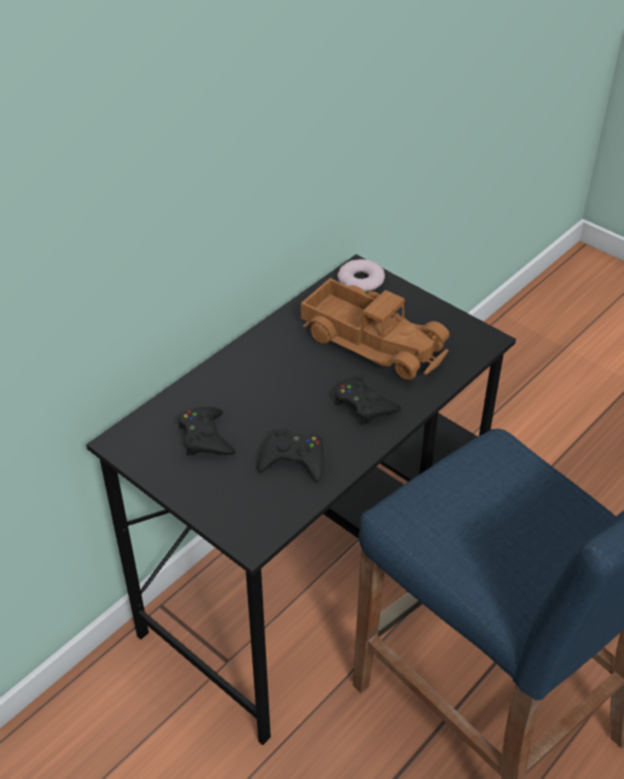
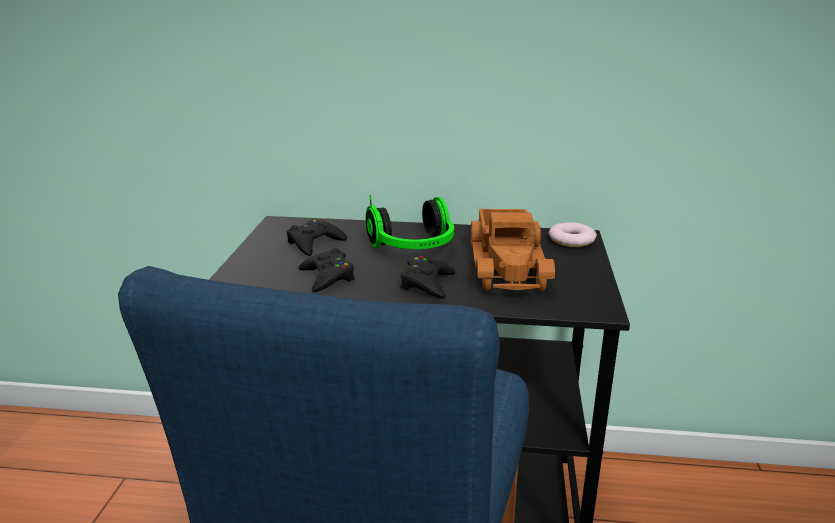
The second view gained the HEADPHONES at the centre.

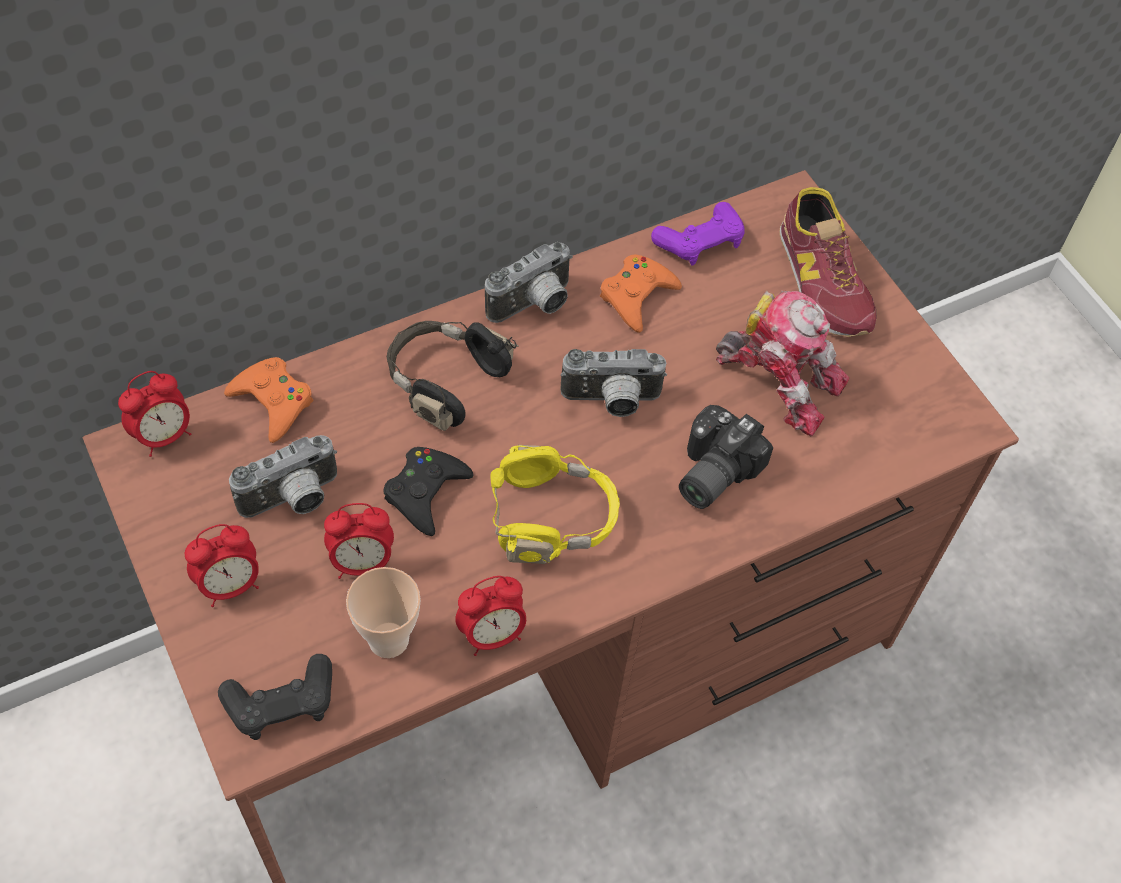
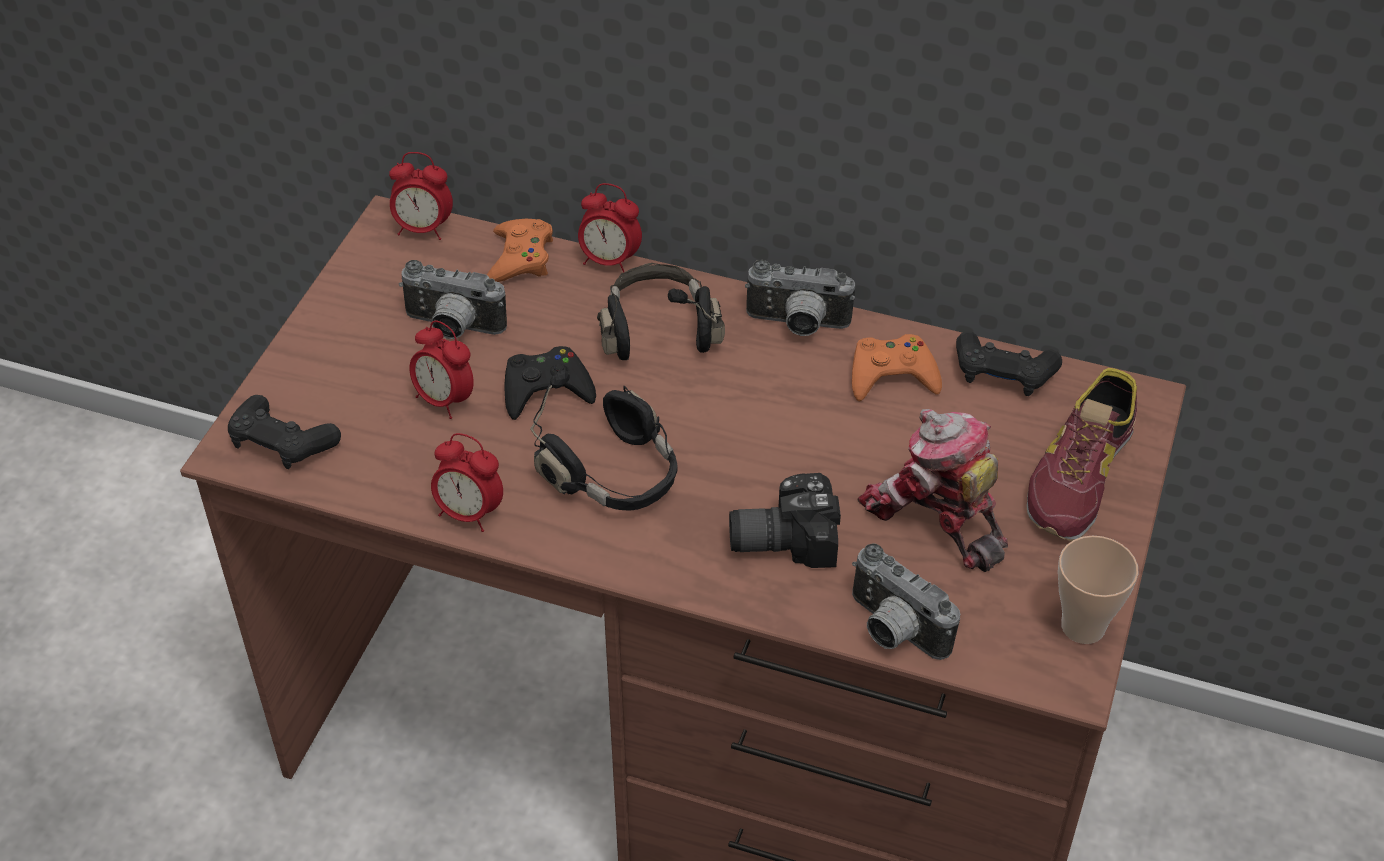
What was the YELLOW HEADPHONES at the centre turned into the BLACK HEADPHONES (no. 1 from left) at the centre.
The ALARM CLOCK (no. 2 from left in the first image) ended up elsewhere, having gone from the middle left to the top centre.
The PHOTO CAMERA (no. 3 from left in the first image) ended up elsewhere, having gone from the centre to the bottom centre.
The TOY ROBOT at the middle right ended up facing another way, 150 degrees clockwise from before.
What was the PURPLE GAME CONTROLLER at the top centre turned into the BLACK GAME CONTROLLER (no. 3 from left) at the middle right.
The CUP ended up elsewhere, having gone from the bottom centre to the bottom right.

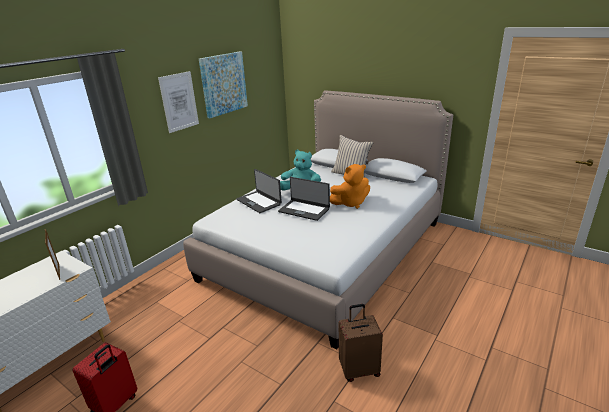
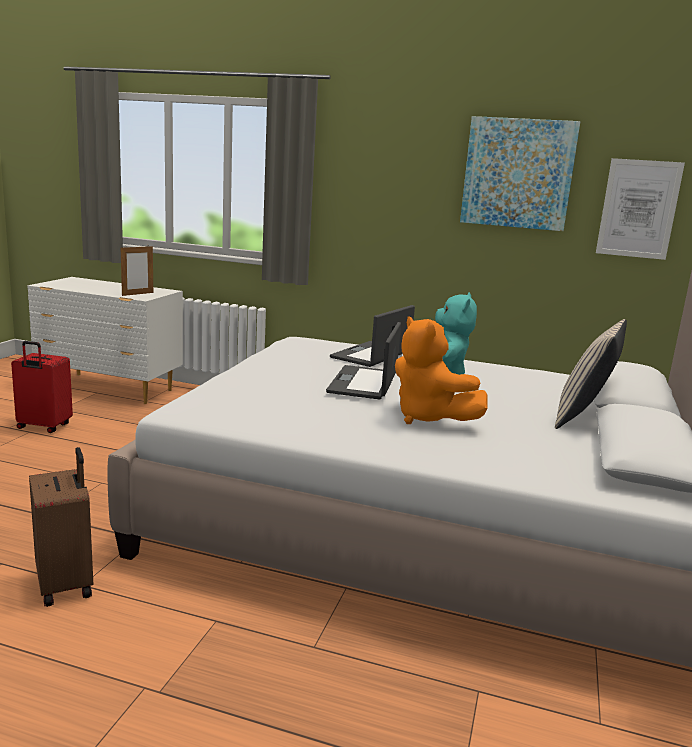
The PICTURE (no. 1 from left in the first image) ended up elsewhere, having gone from the top left to the top right.

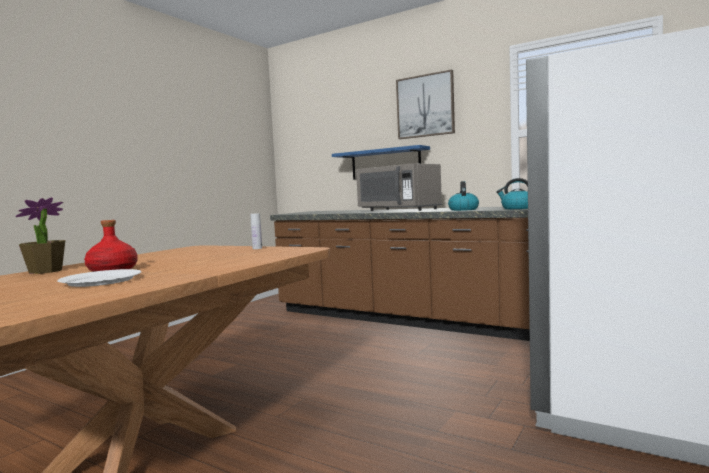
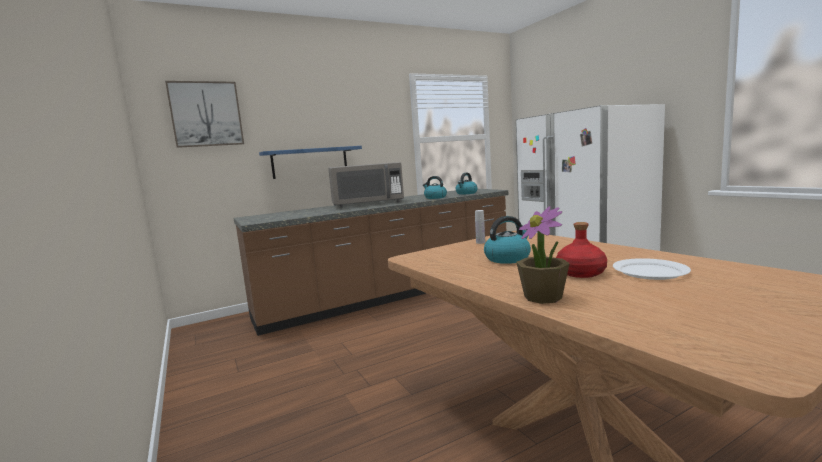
The PICTURE ended up elsewhere, having gone from the top centre to the top left.
The second view gained the KETTLE (no. 3 from left) at the centre.

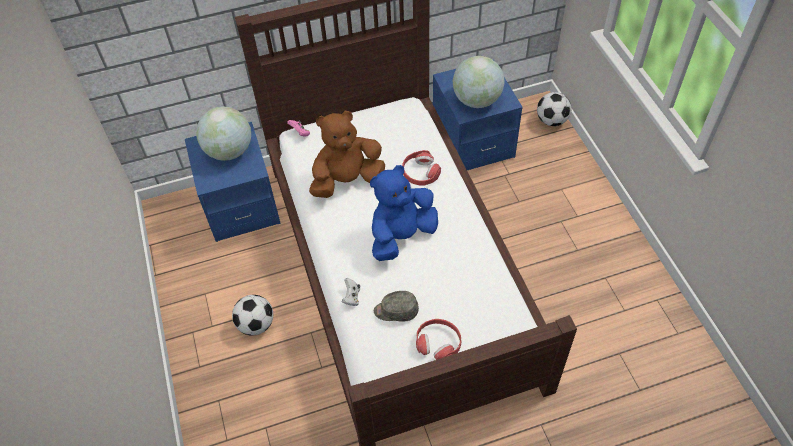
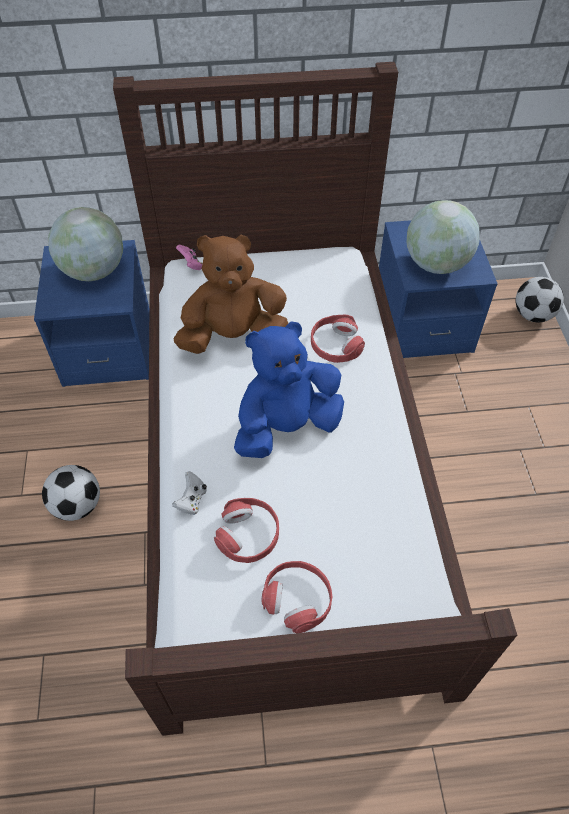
Where the GREY CAP stood at the bottom centre, the RED HEADPHONES (no. 1 from left) came to stand at the centre.

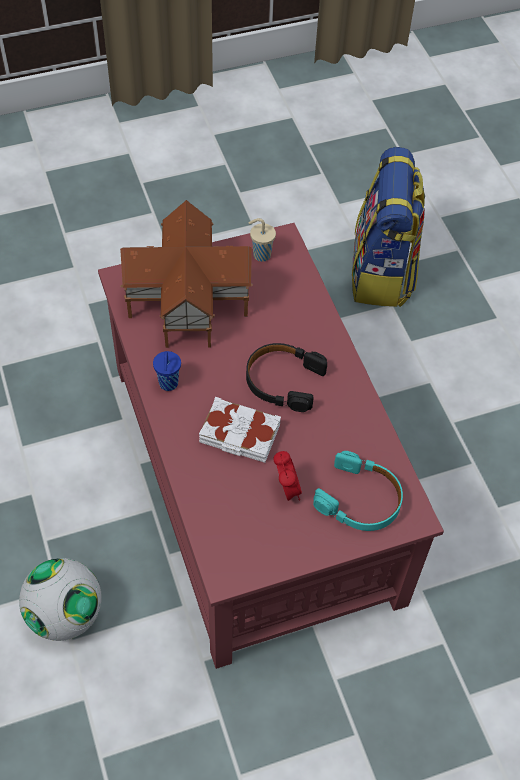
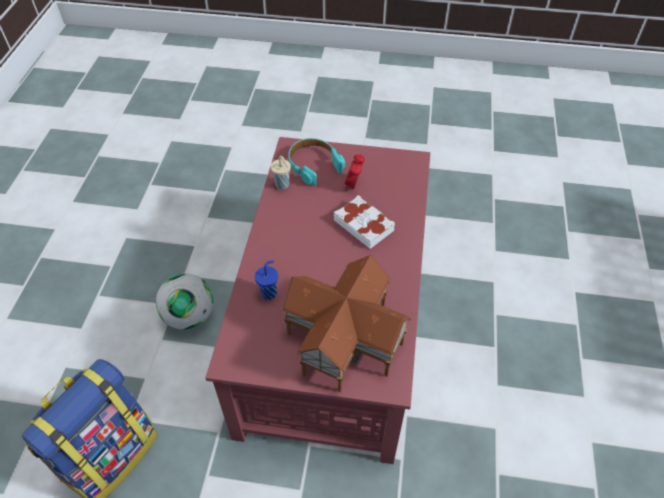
The FOOTBALL ended up elsewhere, having gone from the bottom left to the middle left.
The BLUE CUP ended up elsewhere, having gone from the middle left to the centre.
The BEIGE CUP ended up elsewhere, having gone from the top centre to the centre.
The second view lost the BLACK HEADPHONES at the centre.

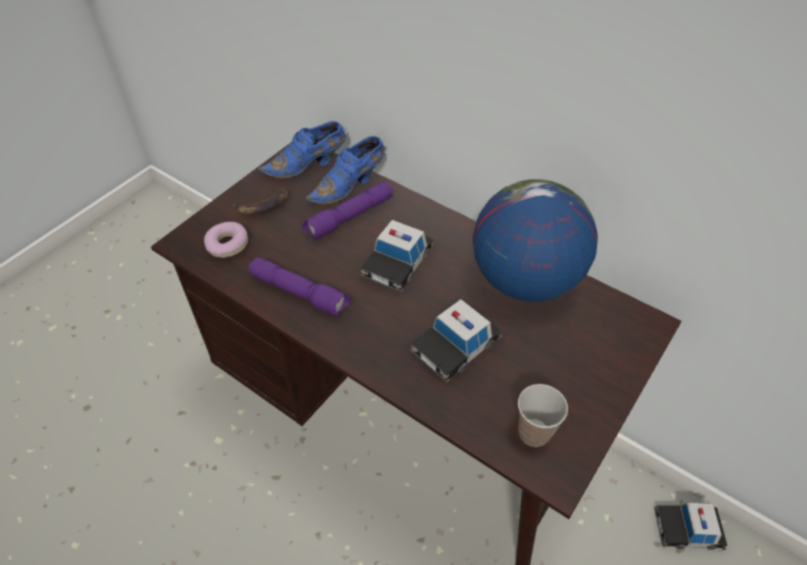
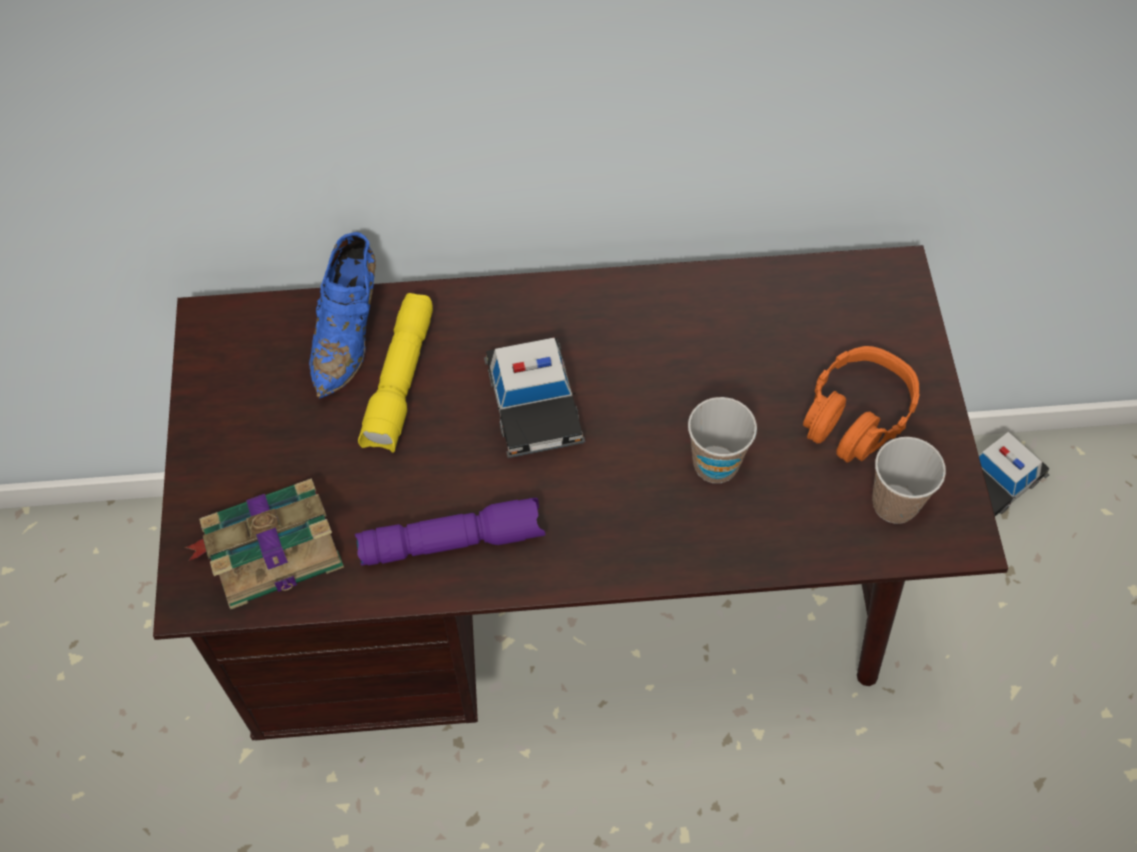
Where the DONUT stood at the middle left, the BOOK came to stand at the middle left.
What was the PURPLE FLASHLIGHT (no. 2 from left) at the centre turned into the YELLOW FLASHLIGHT at the centre.
Where the TOY CAR (no. 2 from left) stood at the centre, the CUP (no. 1 from left) came to stand at the centre.
The second view gained the ORANGE HEADPHONES at the middle right.
The second view lost the BANANA at the middle left.
The second view lost the BLUE SHOE (no. 1 from left) at the top centre.
The second view lost the GLOBE at the centre.

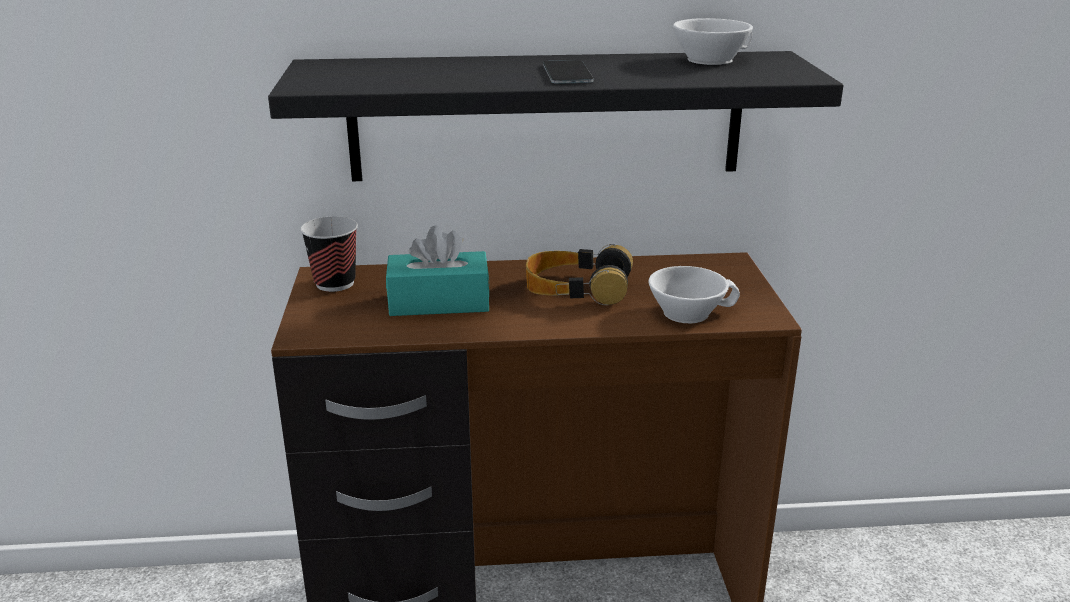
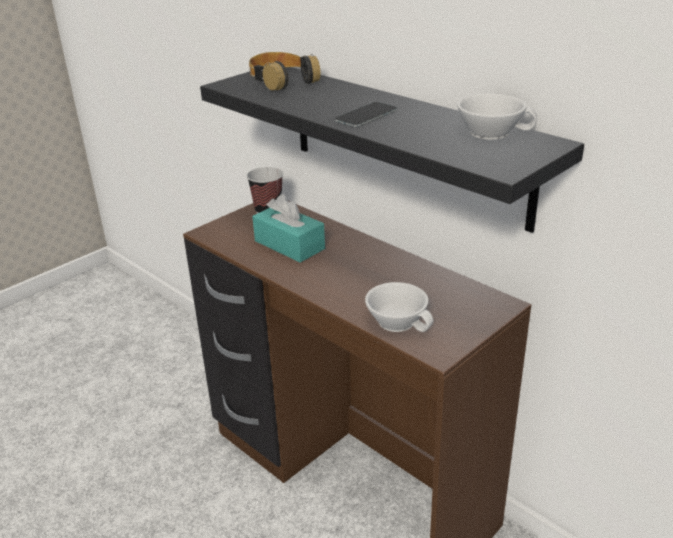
The HEADPHONES ended up elsewhere, having gone from the centre to the top centre.

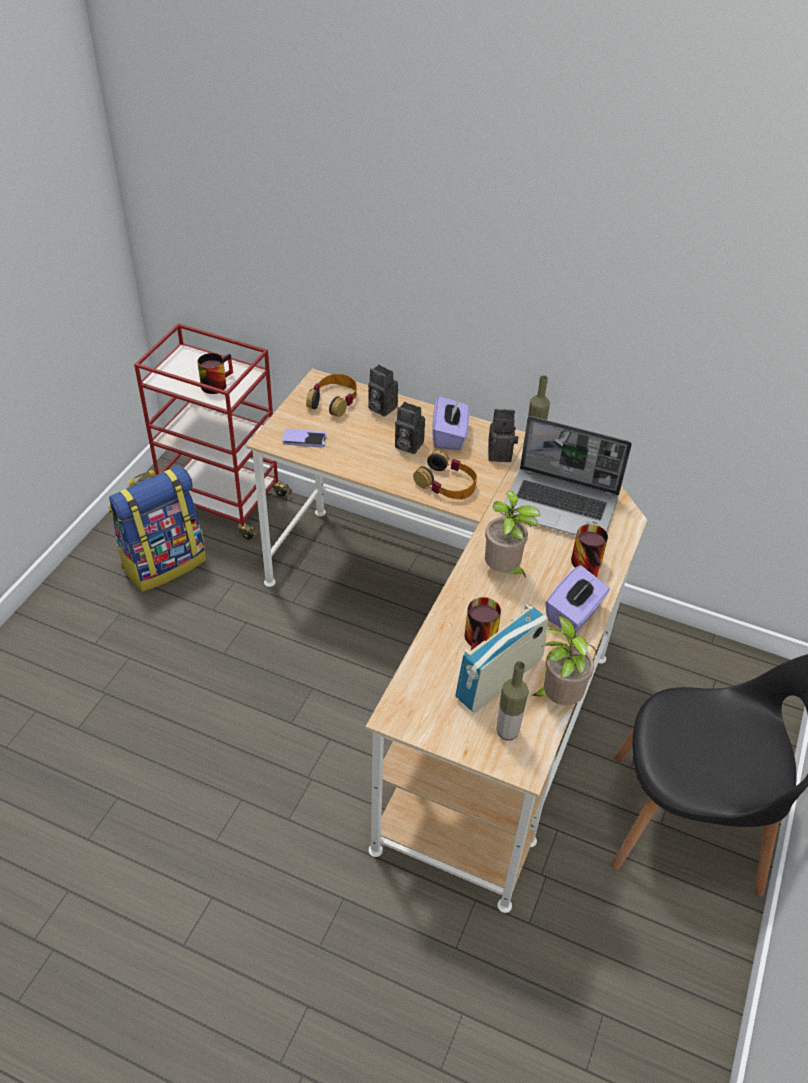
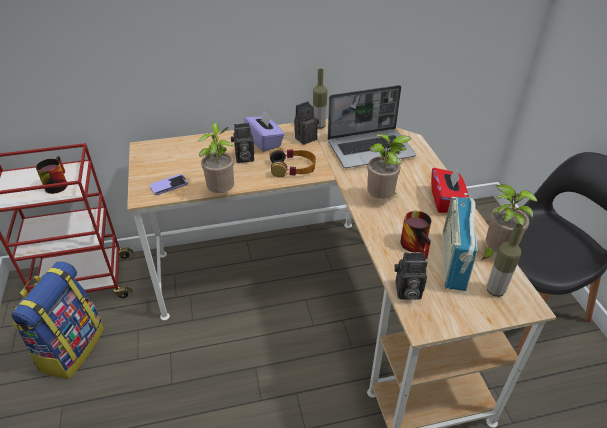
The second view gained the POTTED PLANT (no. 1 from left) at the centre.
The PHOTO CAMERA (no. 1 from left in the first image) ended up elsewhere, having gone from the centre to the middle right.
What was the PURPLE TISSUE BOX (no. 2 from left) at the middle right turned into the RED TISSUE BOX at the middle right.
The second view lost the HEADPHONES (no. 1 from left) at the centre.
The second view lost the MUG (no. 3 from left) at the middle right.

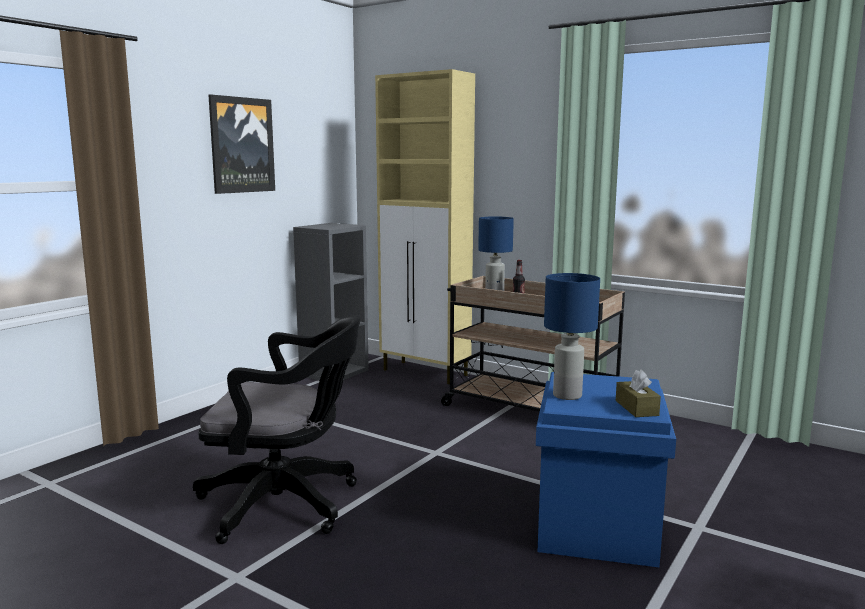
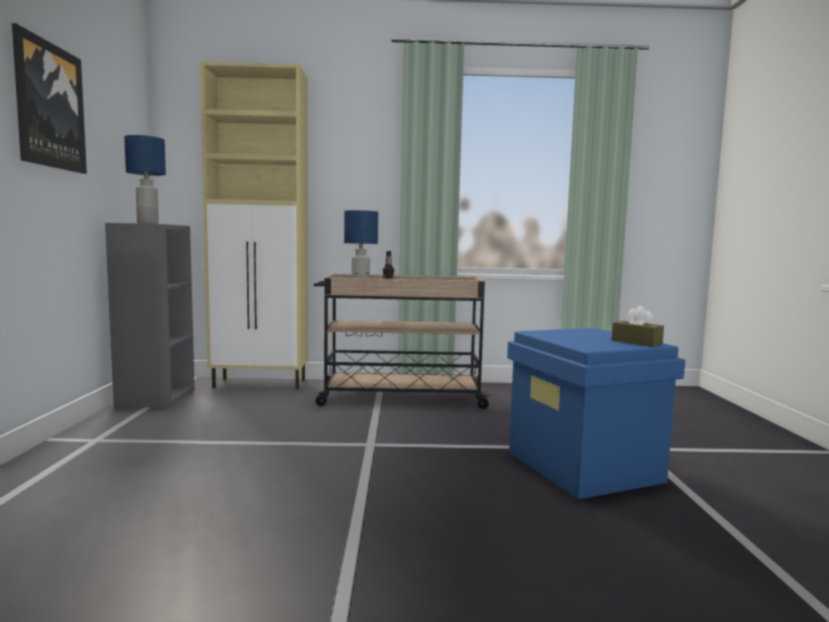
The BLUE TABLE LAMP (no. 2 from left in the first image) ended up elsewhere, having gone from the centre to the top left.
The second view lost the BLACK OFFICE CHAIR at the bottom left.

